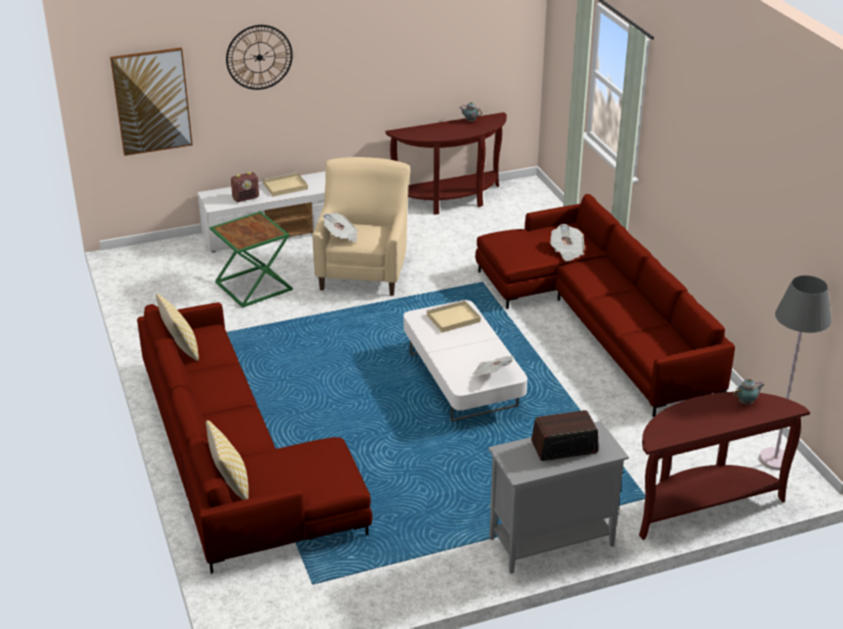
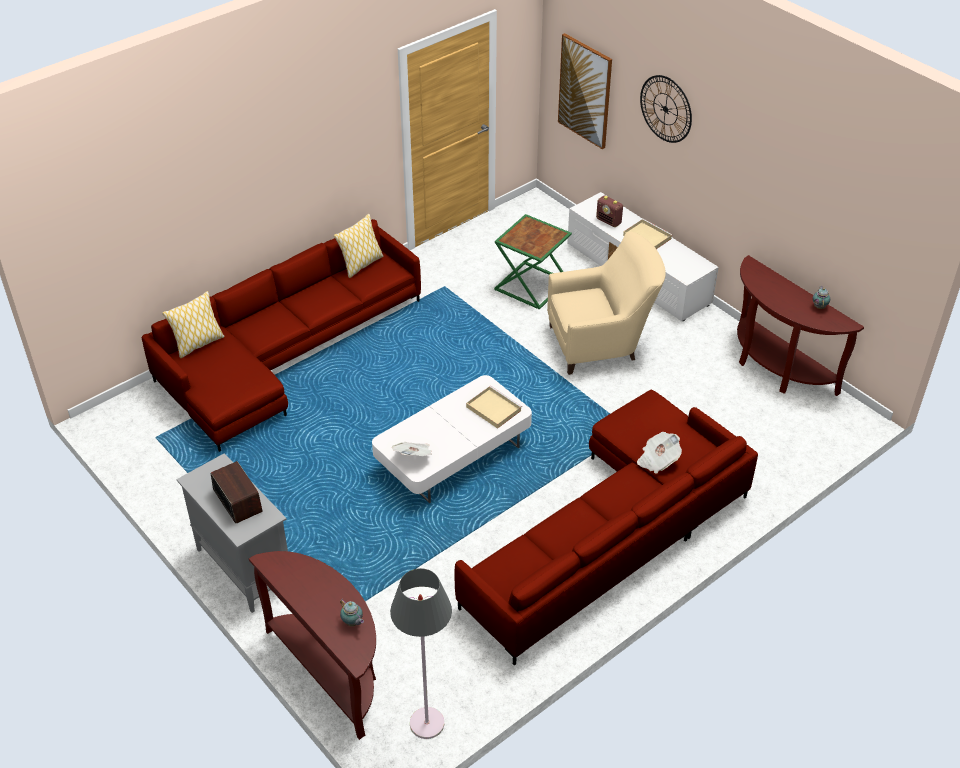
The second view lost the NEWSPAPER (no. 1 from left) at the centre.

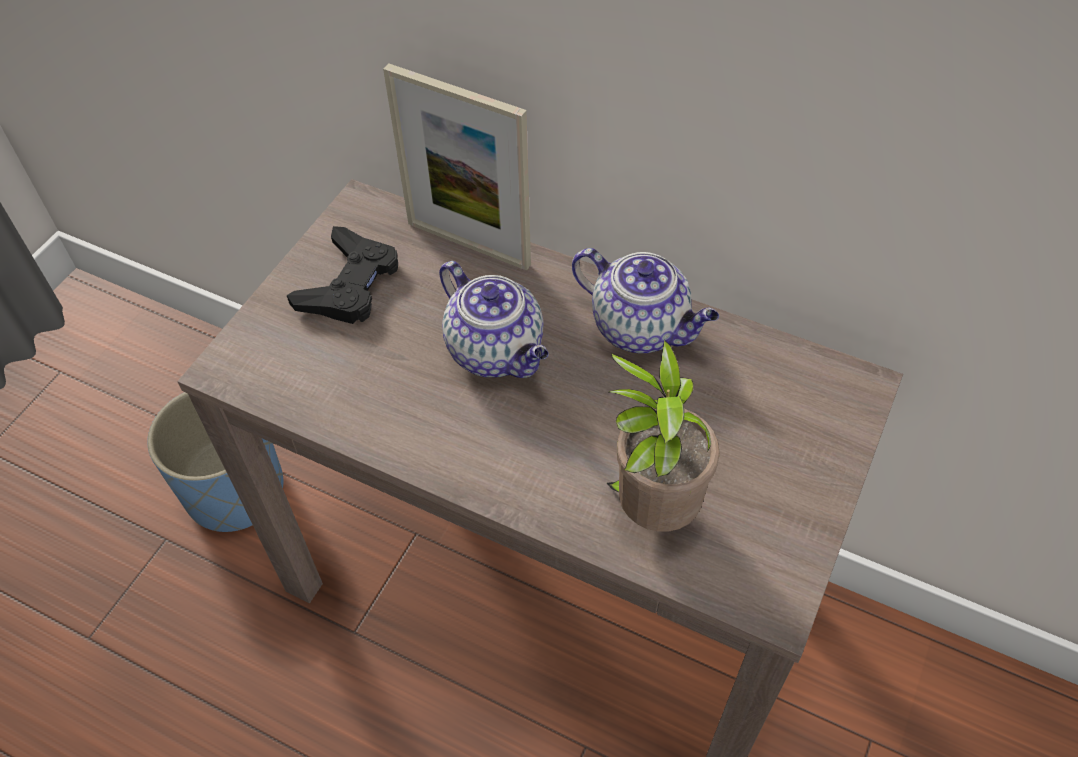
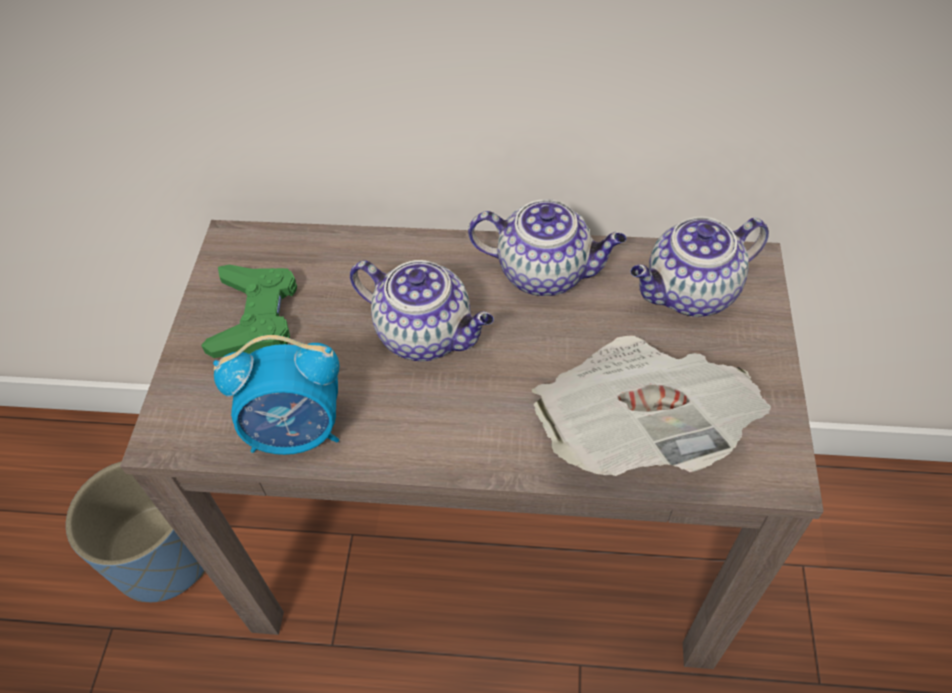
What was the BLACK GAME CONTROLLER at the middle left turned into the GREEN GAME CONTROLLER at the middle left.
The second view gained the ALARM CLOCK at the middle left.
Where the POTTED PLANT stood at the centre, the NEWSPAPER came to stand at the middle right.
The second view gained the TEAPOT (no. 3 from left) at the middle right.
The second view lost the PICTURE FRAME at the top centre.

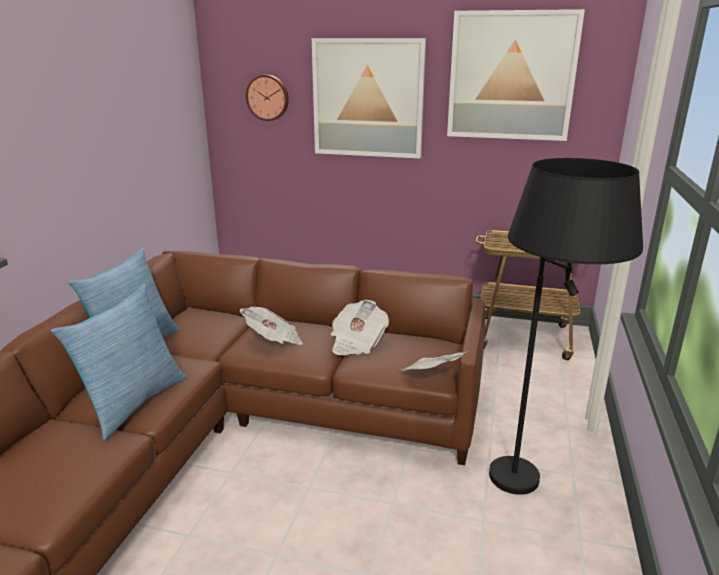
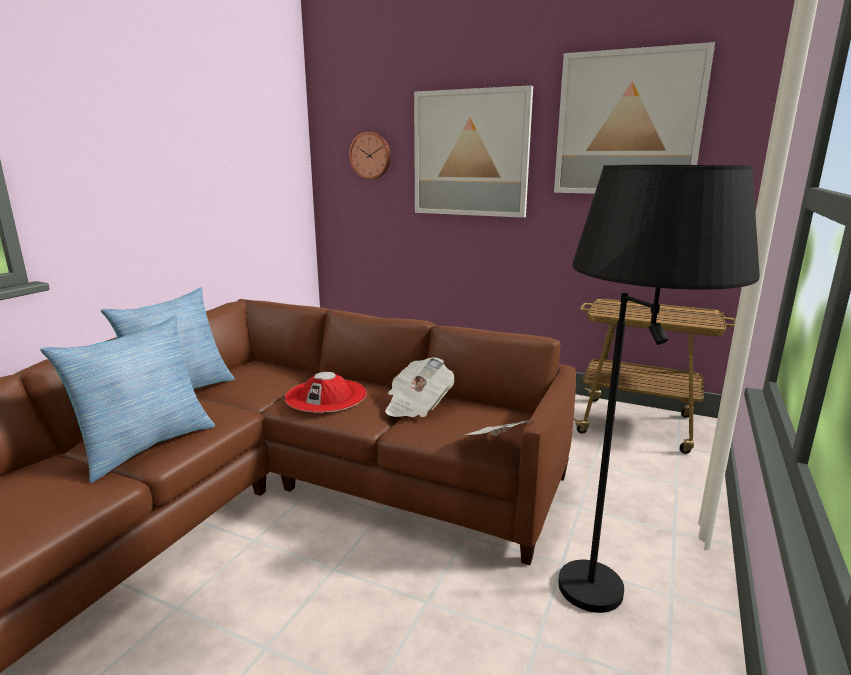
Where the NEWSPAPER (no. 1 from left) stood at the centre, the RED HAT came to stand at the centre.

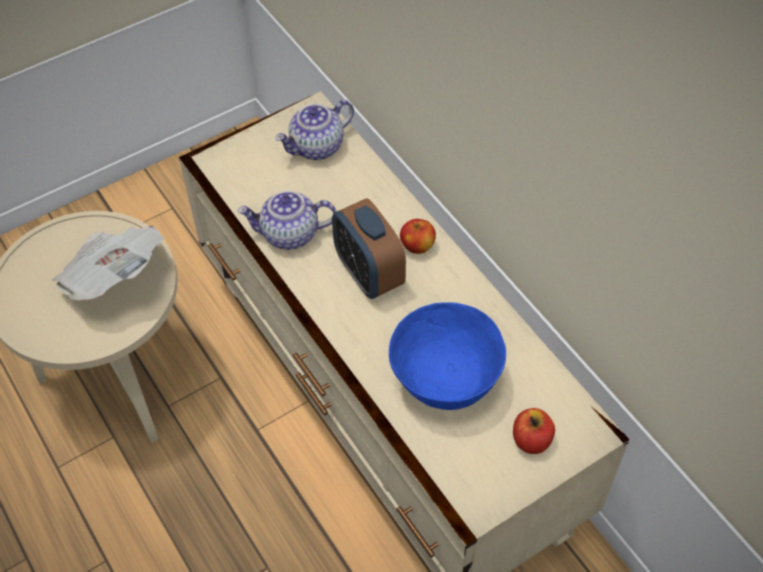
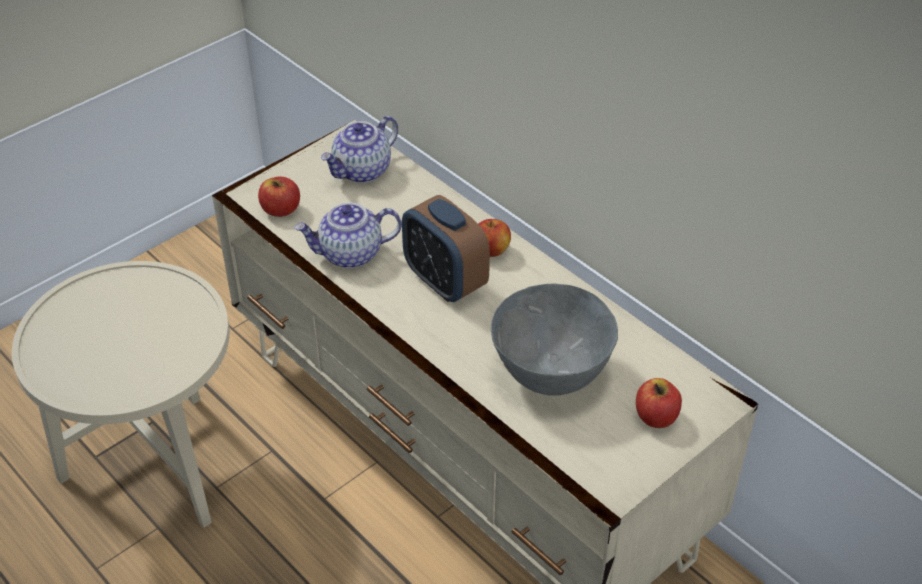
The second view gained the APPLE (no. 1 from left) at the middle left.
What was the BLUE BOWL at the centre turned into the GREY BOWL at the centre.
The second view lost the NEWSPAPER at the middle left.

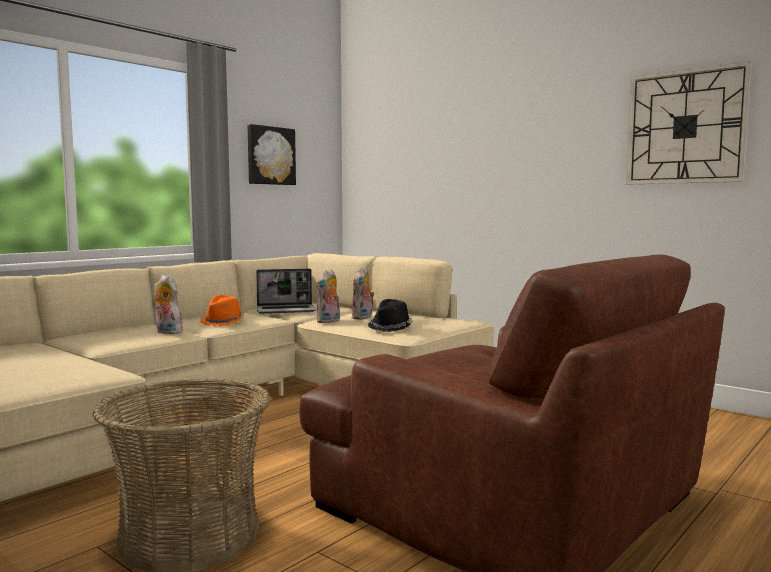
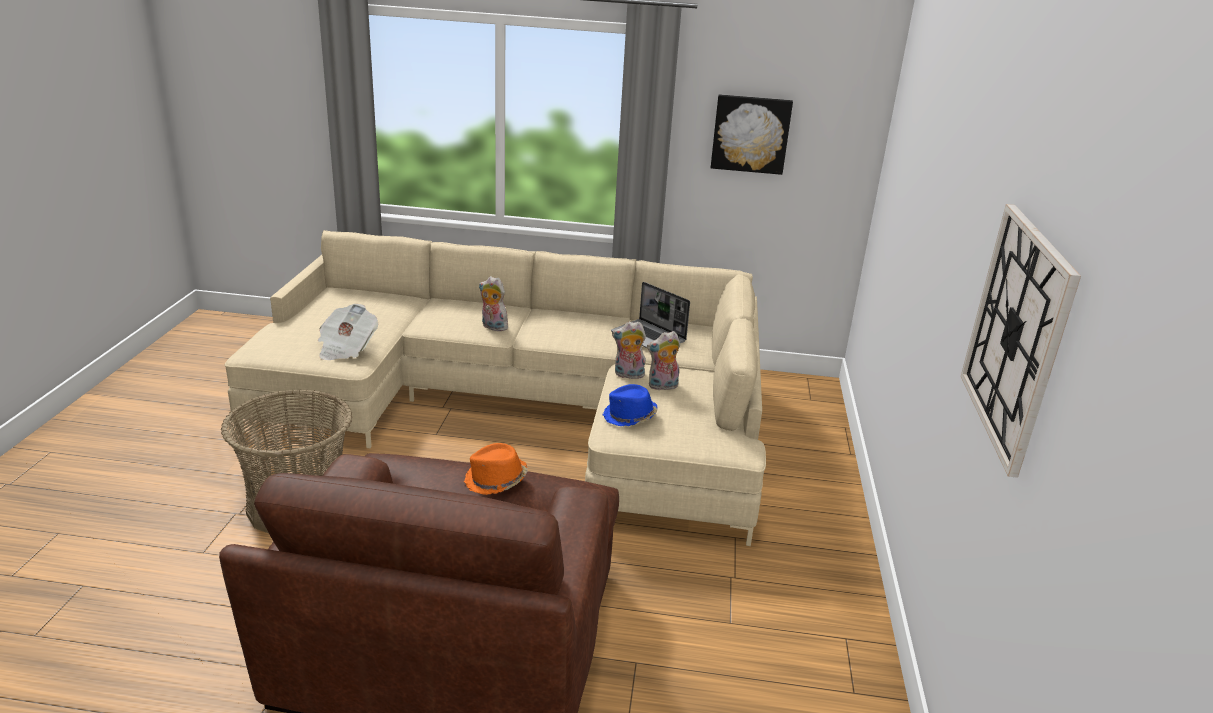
The second view gained the NEWSPAPER at the middle left.
The ORANGE HAT ended up elsewhere, having gone from the middle left to the centre.
The PLUSH TOY (no. 1 from left) at the middle left ended up facing another way, 60 degrees counterclockwise from before.
What was the BLACK HAT at the centre turned into the BLUE HAT at the centre.

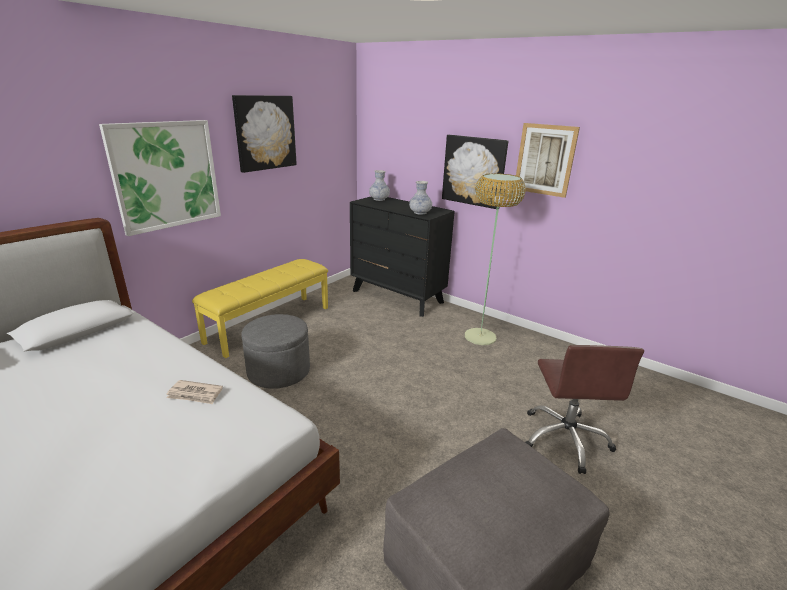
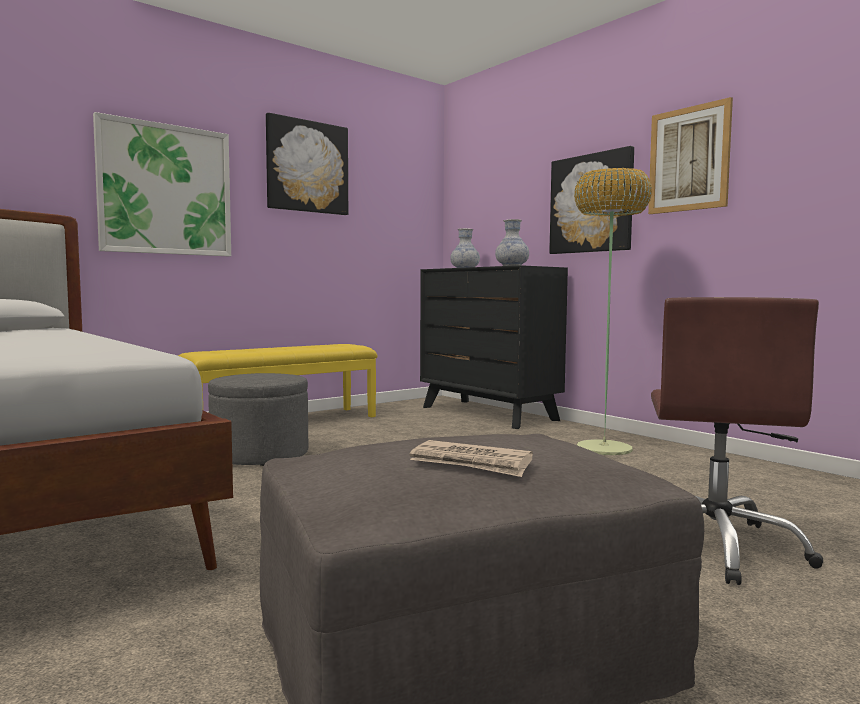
The NEWSPAPER ended up elsewhere, having gone from the middle left to the centre.

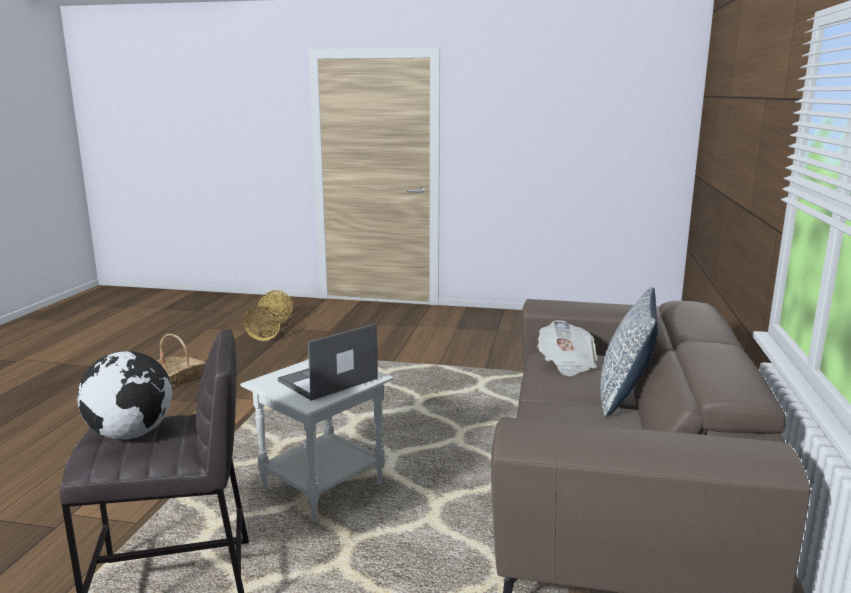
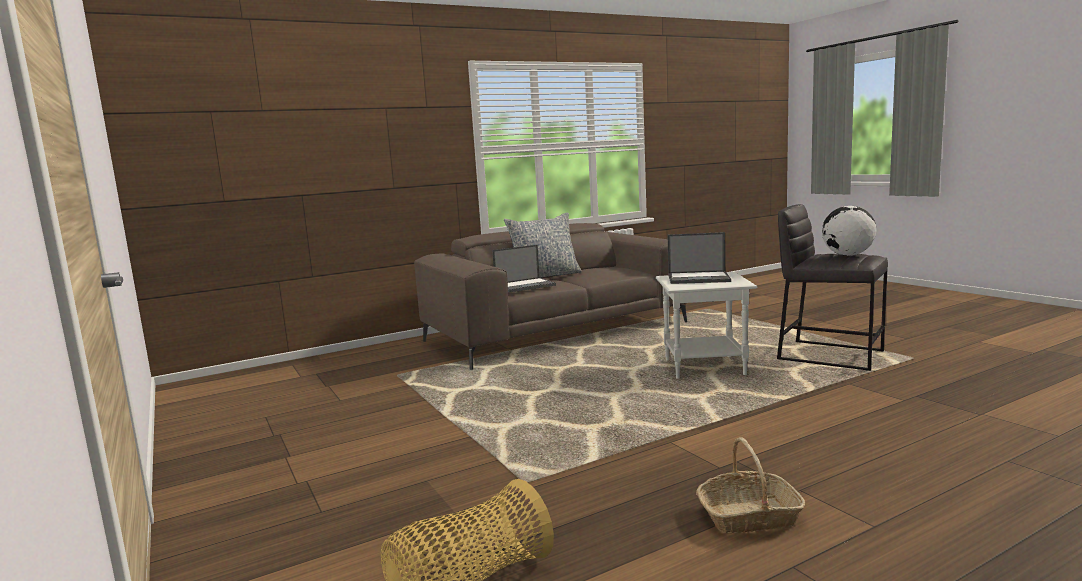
Where the NEWSPAPER stood at the centre, the LAPTOP (no. 1 from left) came to stand at the centre.

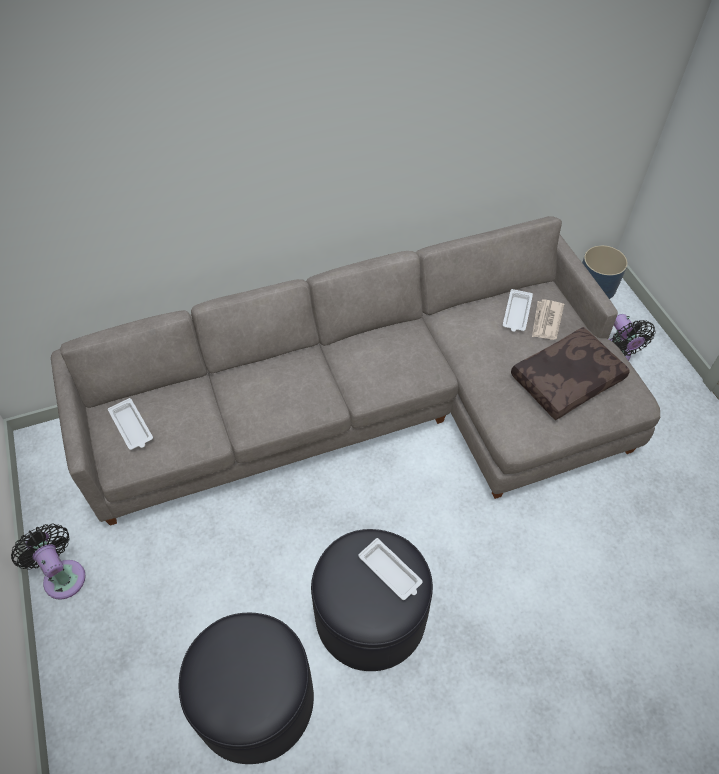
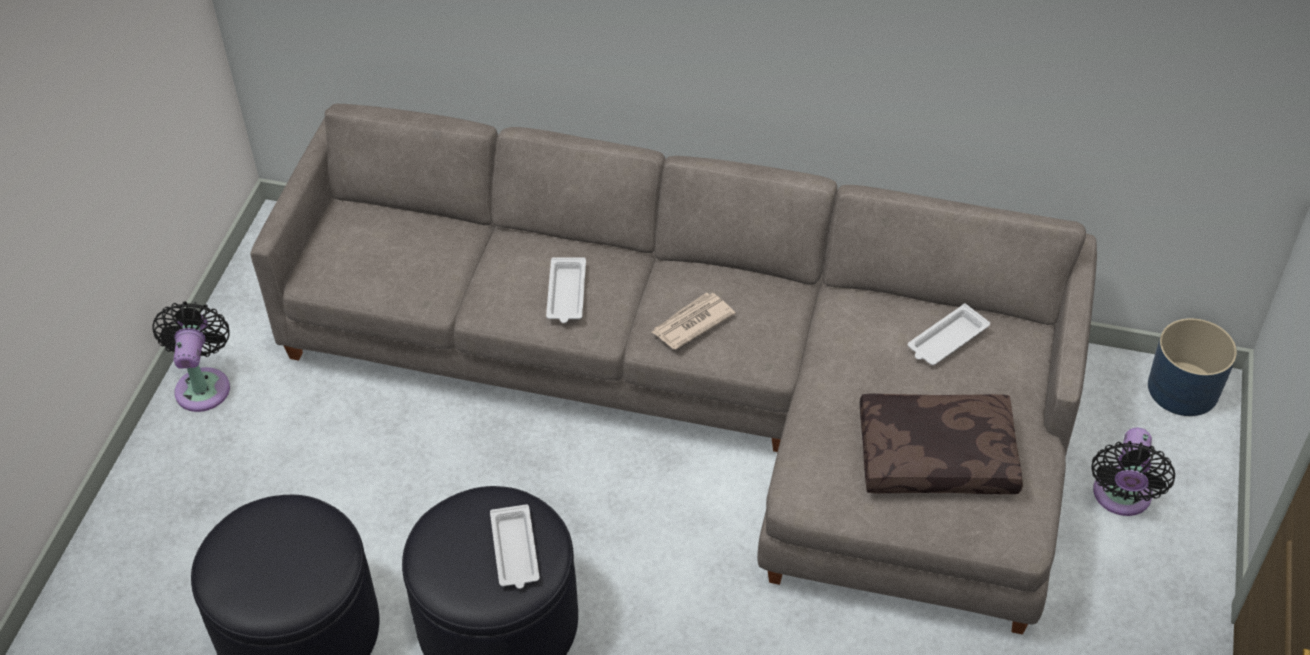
The WHITE TRAY (no. 1 from left in the first image) ended up elsewhere, having gone from the middle left to the centre.
The NEWSPAPER ended up elsewhere, having gone from the middle right to the centre.

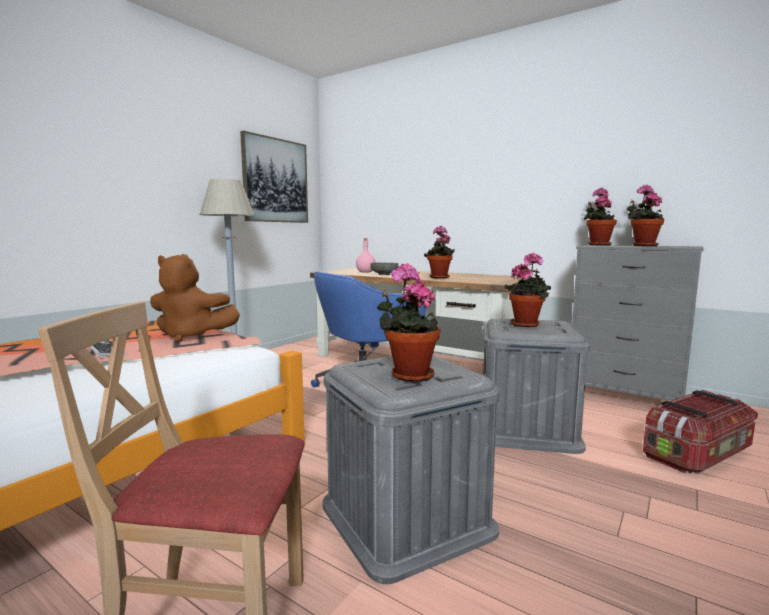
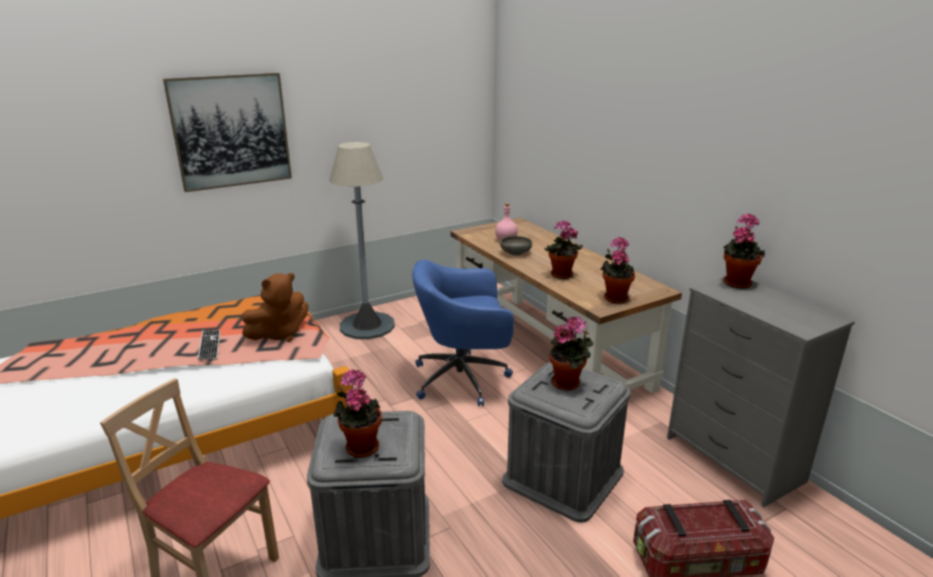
The PICTURE ended up elsewhere, having gone from the top centre to the top left.
The BROWN PLUSH TOY at the middle left ended up facing another way, 75 degrees counterclockwise from before.
The POTTED PLANT (no. 5 from left in the first image) ended up elsewhere, having gone from the middle right to the centre.

